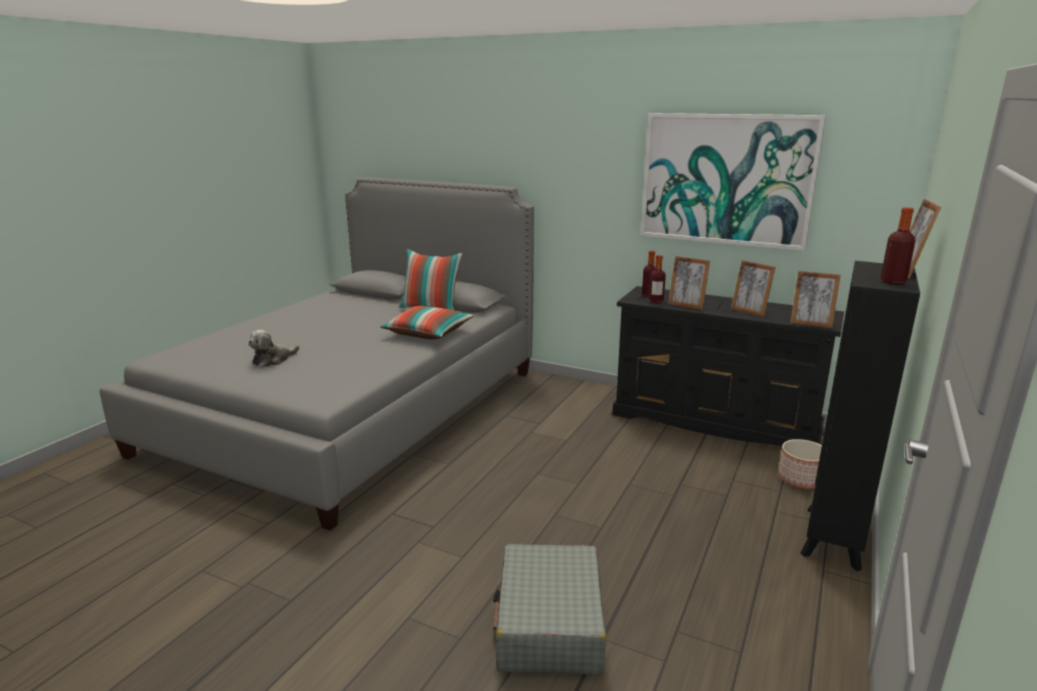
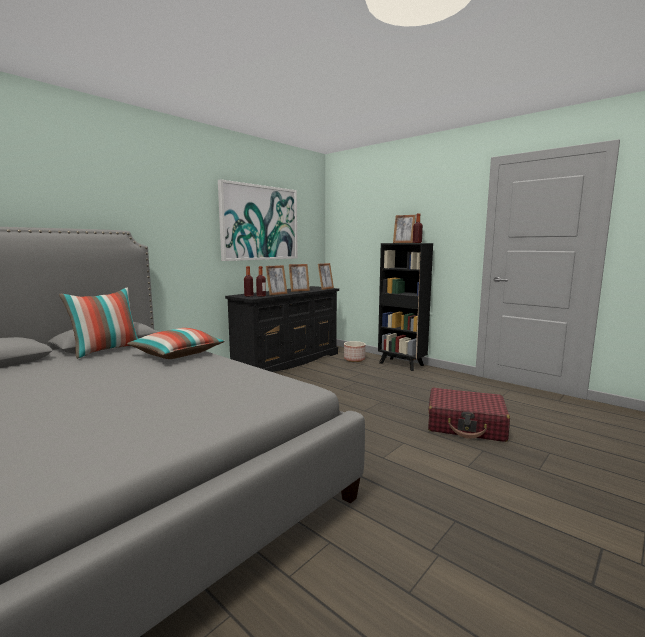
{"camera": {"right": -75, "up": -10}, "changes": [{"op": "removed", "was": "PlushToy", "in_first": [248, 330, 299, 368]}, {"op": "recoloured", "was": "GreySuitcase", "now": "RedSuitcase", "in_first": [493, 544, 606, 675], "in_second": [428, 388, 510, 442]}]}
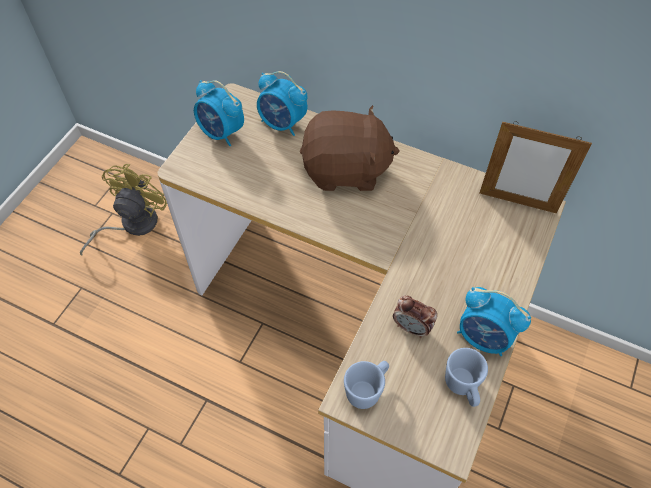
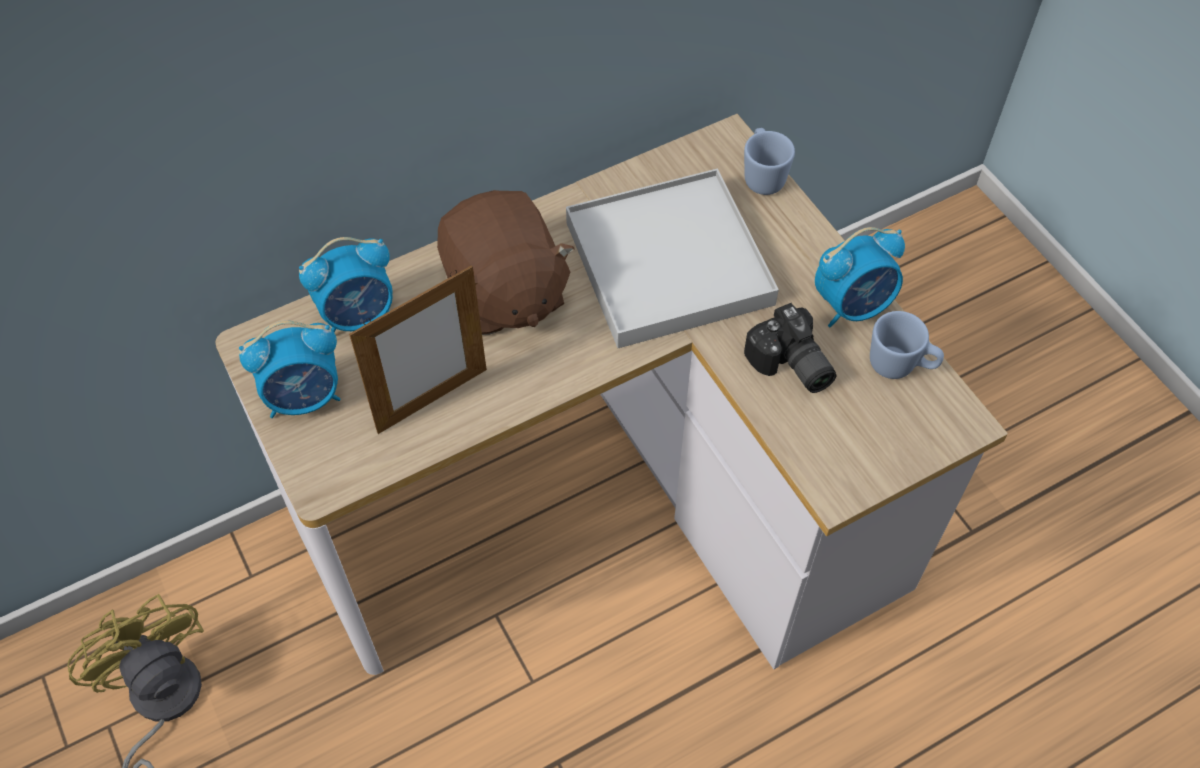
{"camera": {"right": -55, "up": 0}, "changes": [{"op": "turned", "was": "BrownPlushToy", "in_first": [300, 105, 399, 191], "in_second": [437, 190, 575, 335], "clockwise": 120}, {"op": "moved", "was": "BlueMug", "in_first": [344, 361, 389, 409], "in_second": [744, 128, 795, 195]}, {"op": "replaced", "was": "AlarmClock", "now": "PhotoCamera", "in_first": [393, 296, 437, 338], "in_second": [744, 303, 837, 393]}, {"op": "moved", "was": "PictureFrame", "in_first": [479, 121, 592, 214], "in_second": [349, 265, 487, 434]}, {"op": "added", "now": "WhiteTray", "in_second": [566, 169, 779, 348]}]}
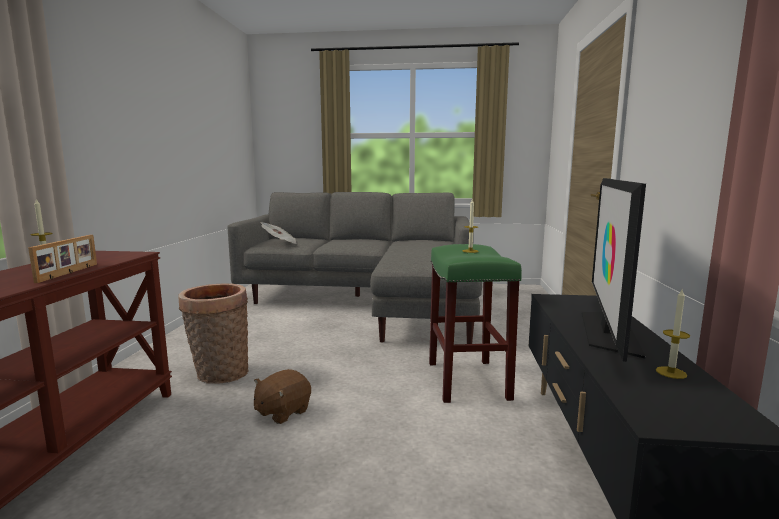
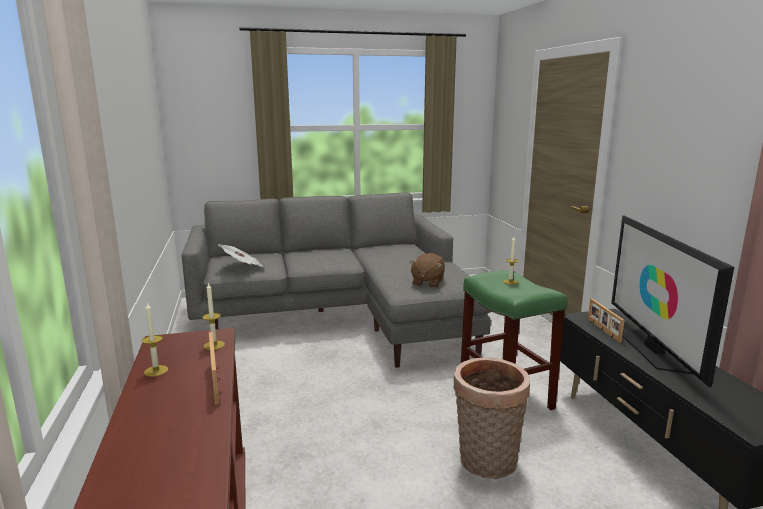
{"camera": {"right": -20, "up": 5}, "changes": [{"op": "moved", "was": "Basket", "in_first": [178, 283, 248, 384], "in_second": [454, 357, 530, 479]}, {"op": "moved", "was": "BrownPlushToy", "in_first": [254, 369, 311, 424], "in_second": [409, 253, 445, 288]}, {"op": "moved", "was": "Candle", "in_first": [656, 290, 690, 379], "in_second": [202, 282, 225, 350]}, {"op": "added", "now": "PictureFrame", "in_second": [588, 298, 624, 343]}]}
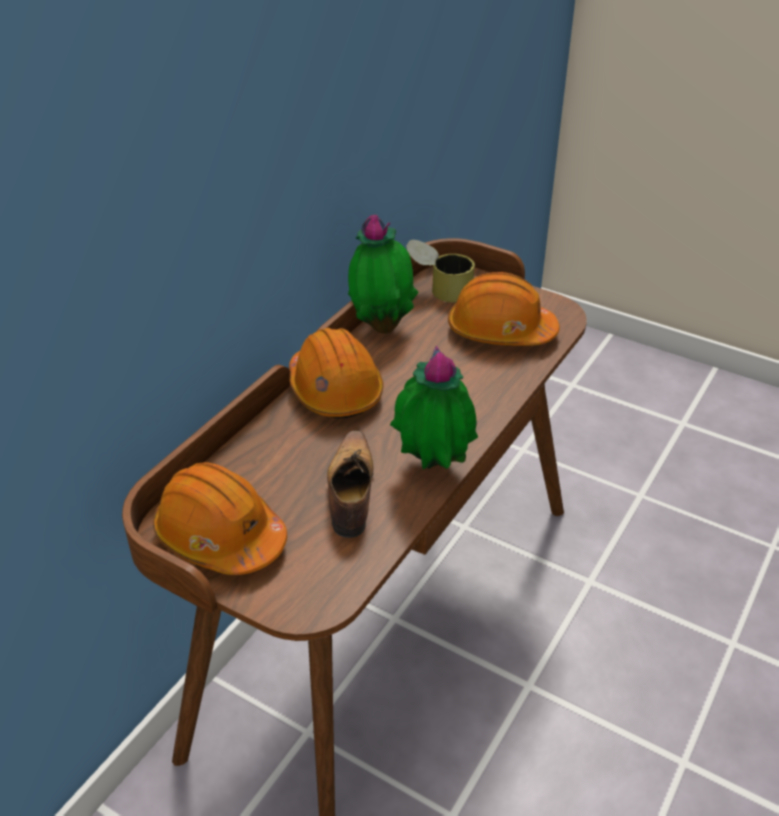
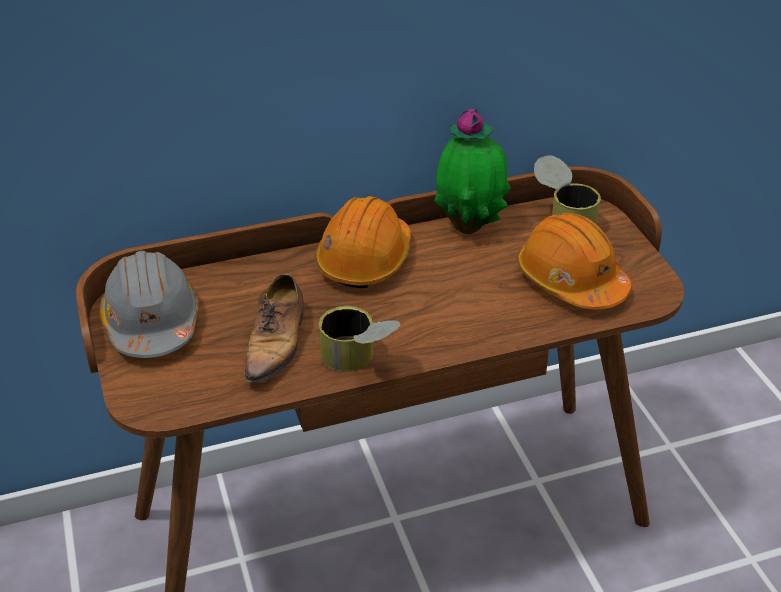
{"camera": {"right": 40, "up": 0}, "changes": [{"op": "recoloured", "was": "OrangeHardHat", "now": "GreyHardHat", "in_first": [153, 462, 287, 575], "in_second": [100, 251, 199, 358]}, {"op": "turned", "was": "Shoe", "in_first": [327, 431, 373, 538], "in_second": [245, 274, 304, 389], "clockwise": 150}, {"op": "replaced", "was": "PottedPlant", "now": "Can", "in_first": [390, 346, 478, 470], "in_second": [319, 306, 400, 372]}]}
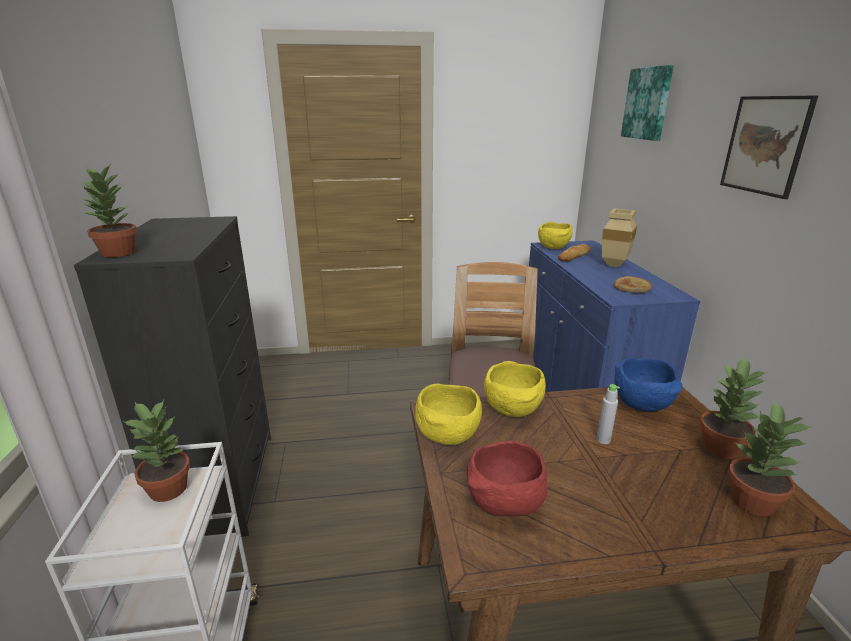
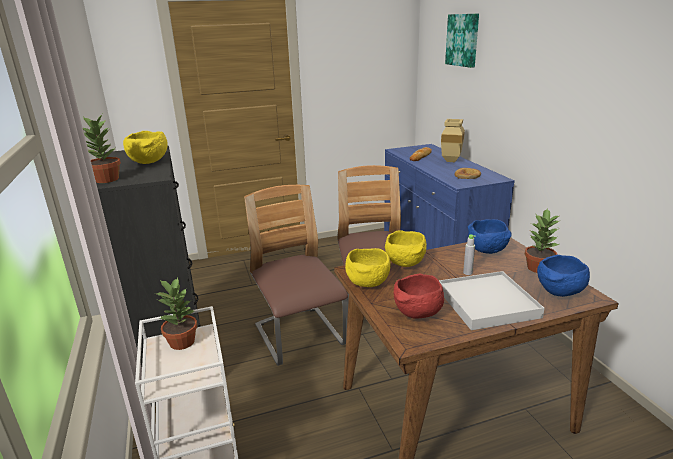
{"camera": {"right": -10, "up": 0}, "changes": [{"op": "moved", "was": "YellowBowl", "in_first": [538, 222, 573, 249], "in_second": [123, 131, 168, 164]}, {"op": "removed", "was": "Picture", "in_first": [720, 96, 818, 199]}, {"op": "replaced", "was": "PottedPlant", "now": "BlueBowl", "in_first": [728, 401, 813, 516], "in_second": [537, 255, 590, 297]}, {"op": "added", "now": "Chair", "in_second": [244, 185, 348, 366]}, {"op": "added", "now": "WhiteTray", "in_second": [439, 271, 545, 330]}]}
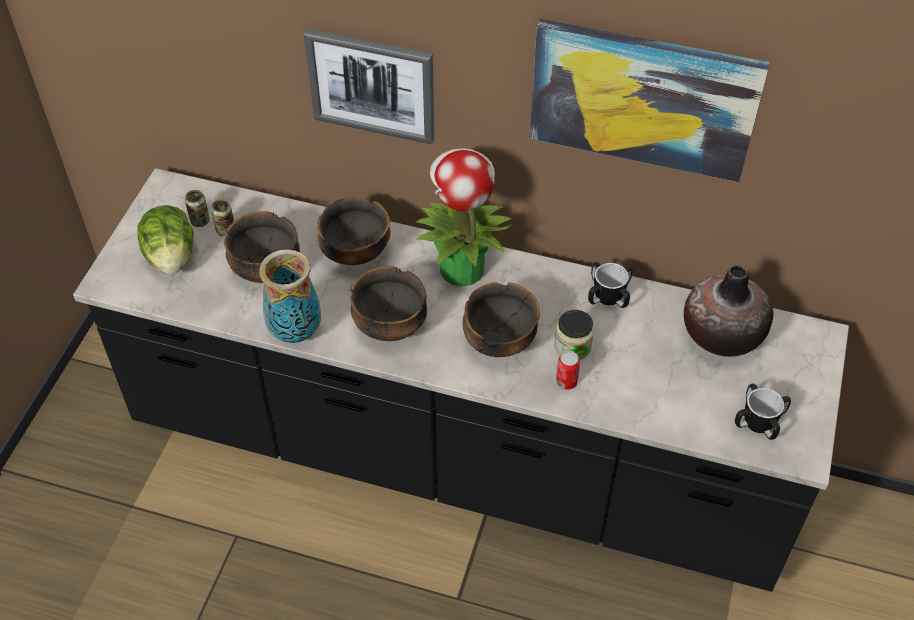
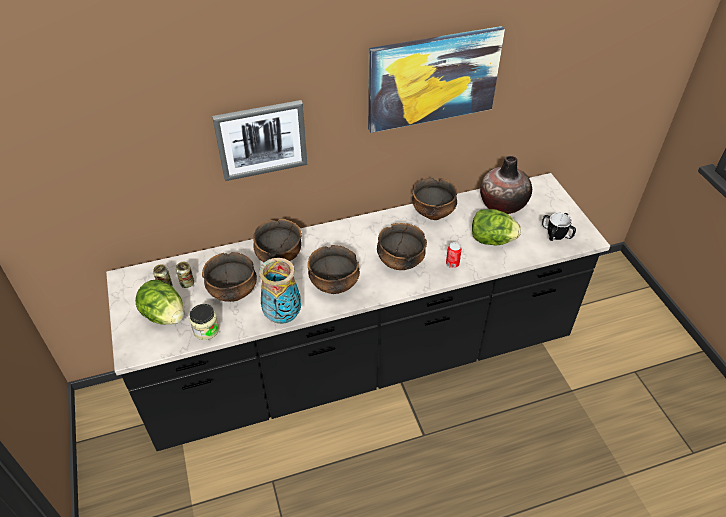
{"camera": {"right": -35, "up": -5}, "changes": [{"op": "removed", "was": "PottedPlant", "in_first": [415, 148, 511, 286]}, {"op": "moved", "was": "Jar", "in_first": [554, 310, 594, 360], "in_second": [189, 304, 219, 340]}, {"op": "replaced", "was": "Mug", "now": "Bowl", "in_first": [588, 262, 633, 308], "in_second": [412, 178, 457, 220]}, {"op": "added", "now": "Lettuce", "in_second": [472, 209, 521, 245]}]}
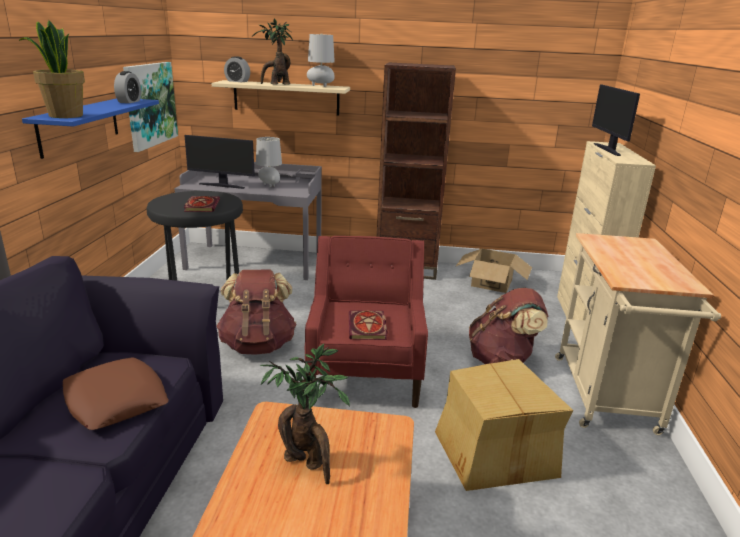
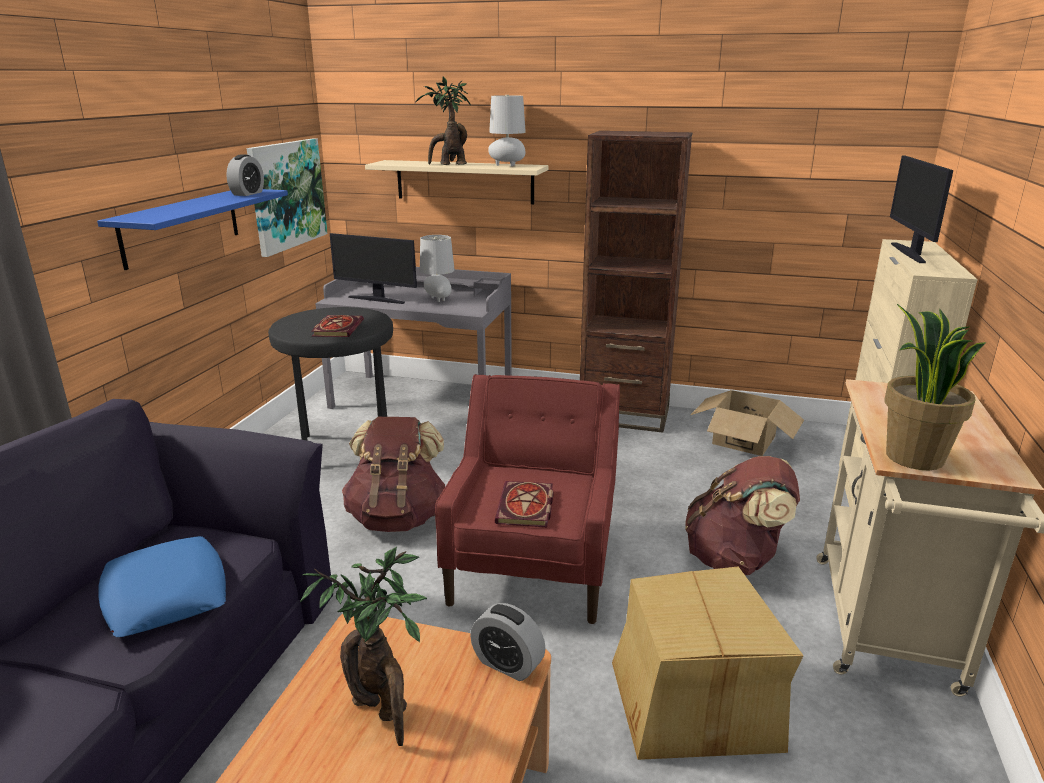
{"camera": {"right": 10, "up": 0}, "changes": [{"op": "moved", "was": "PottedPlant", "in_first": [19, 20, 85, 118], "in_second": [885, 304, 986, 470]}, {"op": "recoloured", "was": "BrownPillow", "now": "BluePillow", "in_first": [62, 358, 168, 430], "in_second": [98, 536, 226, 637]}, {"op": "moved", "was": "AlarmClock", "in_first": [224, 56, 250, 82], "in_second": [470, 603, 546, 681]}]}
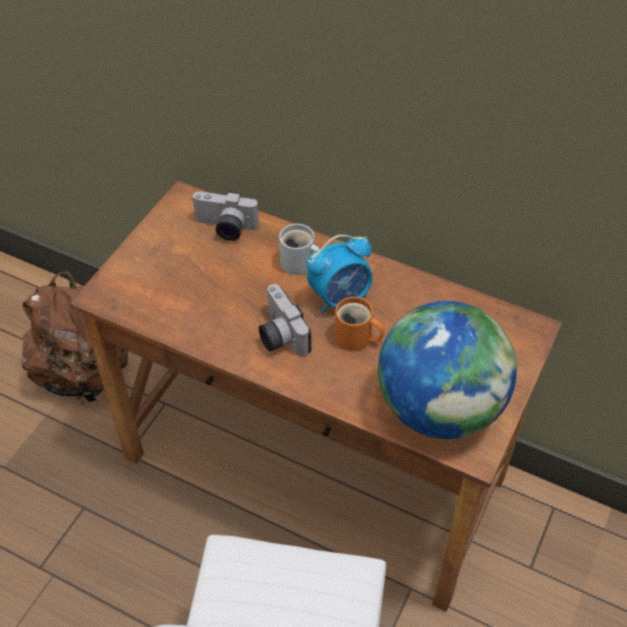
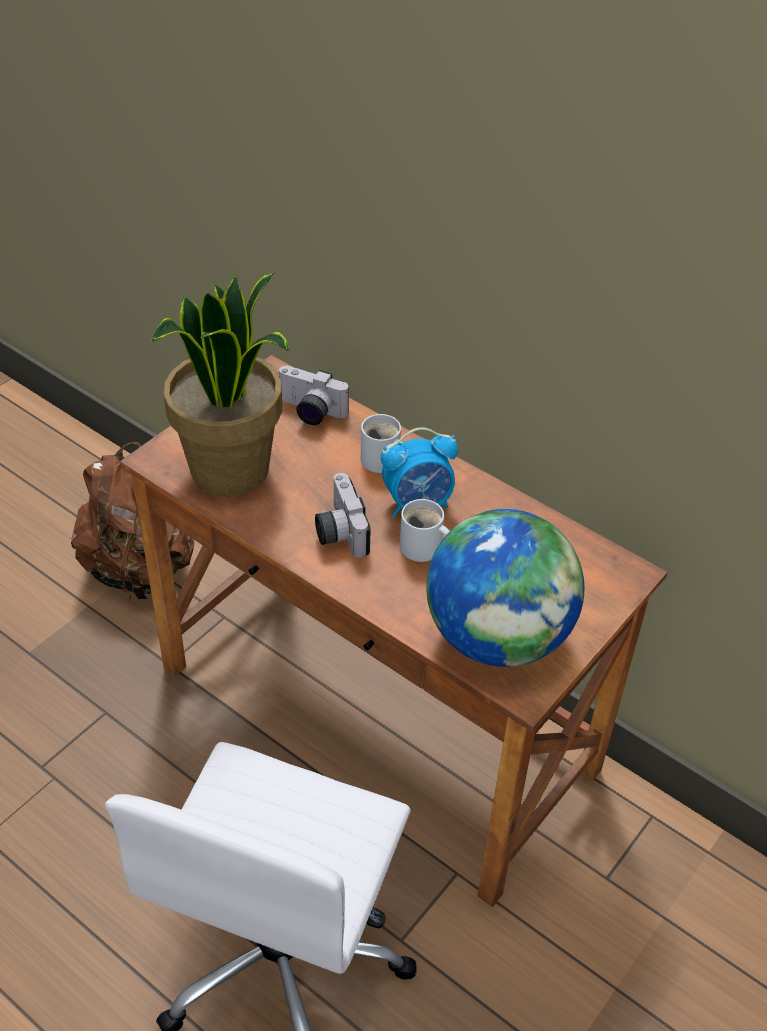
{"camera": {"right": 10, "up": -5}, "changes": [{"op": "recoloured", "was": "OrangeMug", "now": "WhiteMug", "in_first": [335, 297, 384, 351], "in_second": [400, 499, 450, 562]}, {"op": "added", "now": "PottedPlant", "in_second": [152, 272, 289, 496]}]}
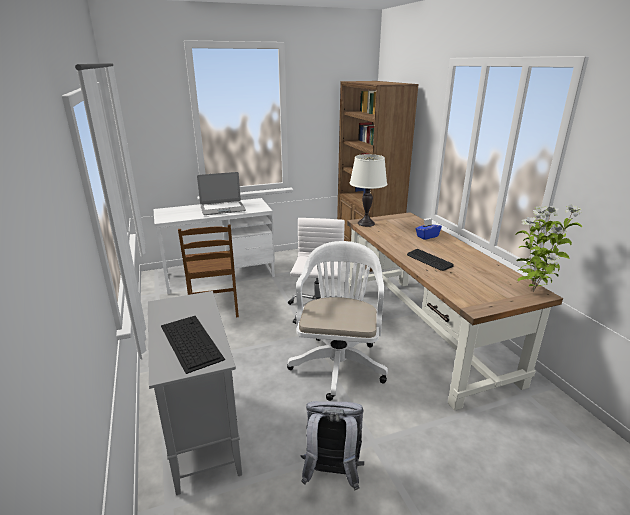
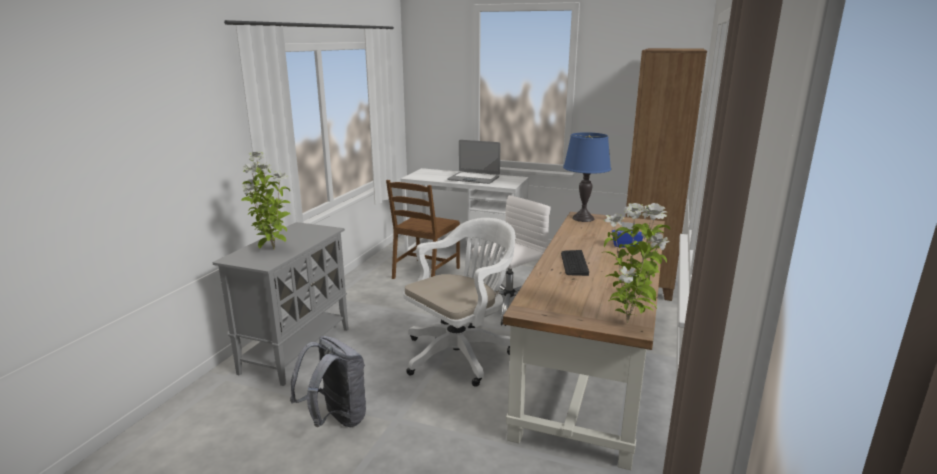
{"camera": {"right": 40, "up": -5}, "changes": [{"op": "replaced", "was": "Keyboard", "now": "PottedPlant", "in_first": [161, 316, 225, 374], "in_second": [241, 151, 290, 250]}, {"op": "recoloured", "was": "WhiteTableLamp", "now": "BlueTableLamp", "in_first": [350, 154, 387, 227], "in_second": [563, 132, 611, 222]}]}
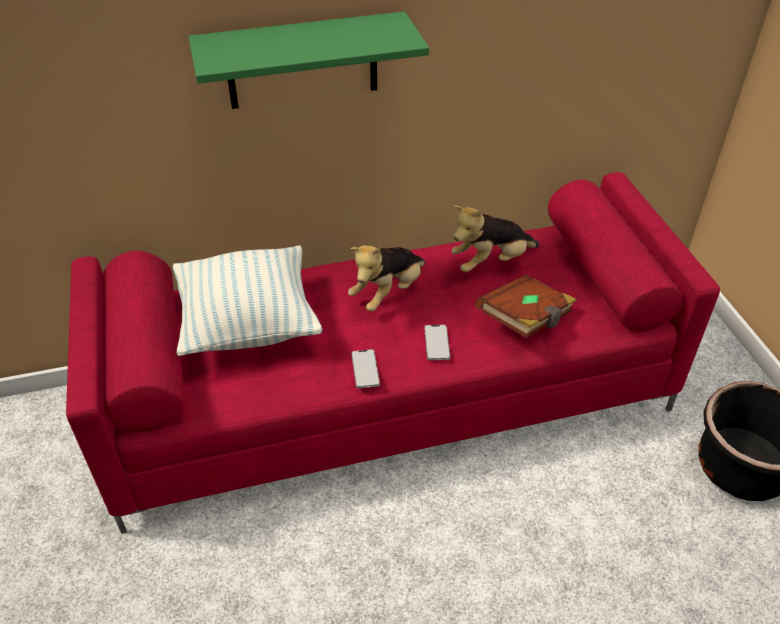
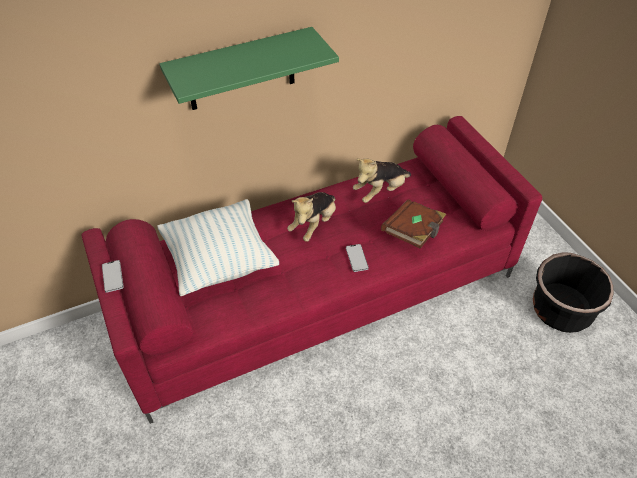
{"camera": {"right": -10, "up": 5}, "changes": [{"op": "moved", "was": "Phone", "in_first": [351, 349, 380, 388], "in_second": [102, 260, 124, 293]}]}
